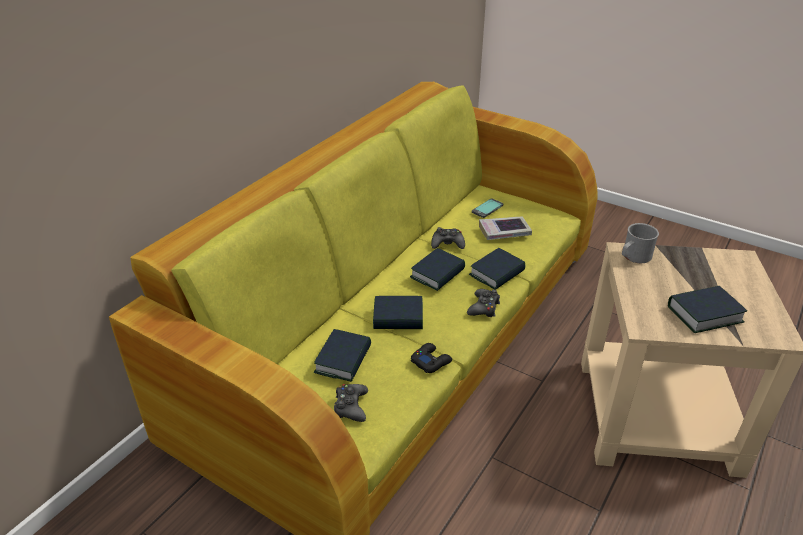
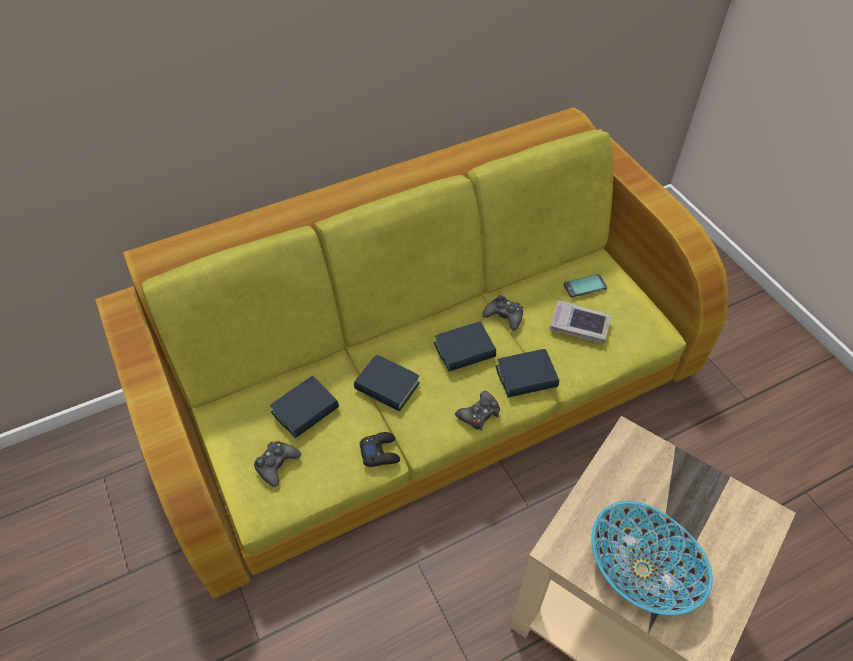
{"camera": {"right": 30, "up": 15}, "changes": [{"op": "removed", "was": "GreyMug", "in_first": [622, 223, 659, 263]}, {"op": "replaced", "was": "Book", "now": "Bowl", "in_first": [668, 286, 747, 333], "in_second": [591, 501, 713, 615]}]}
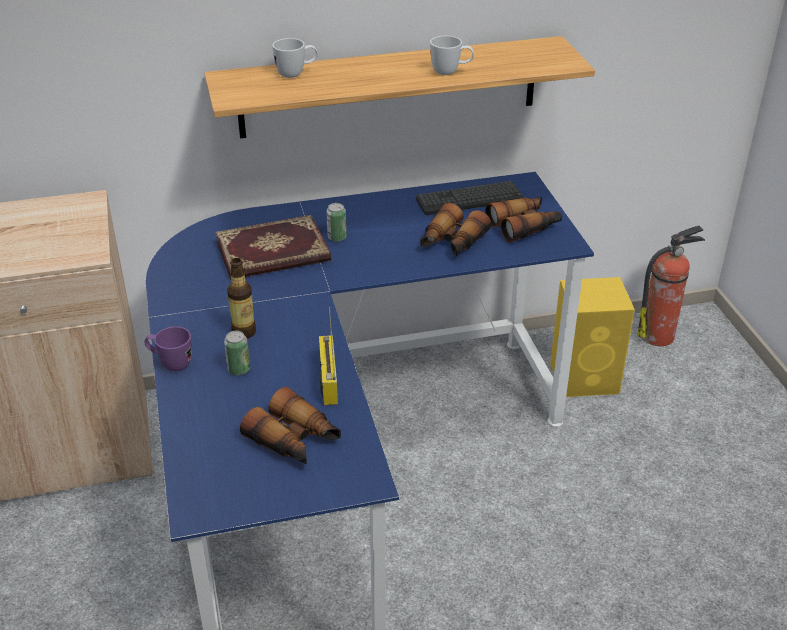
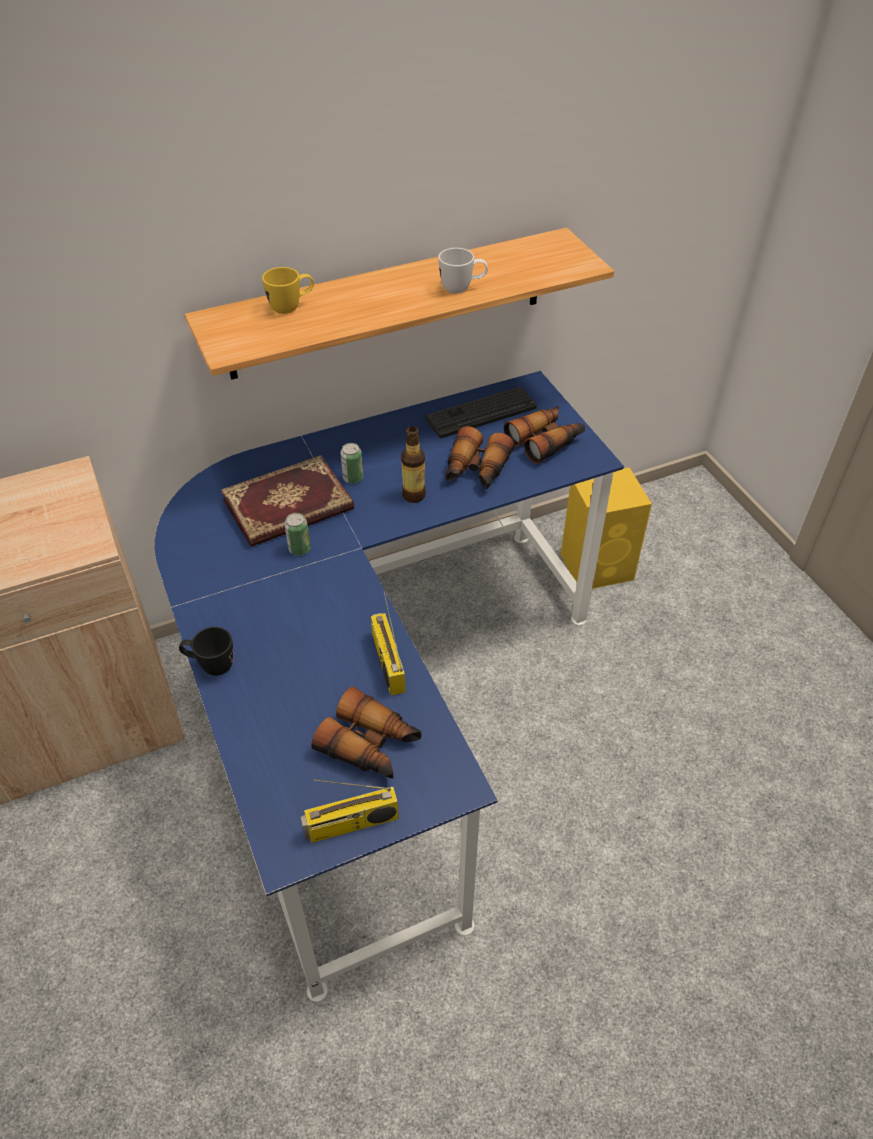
{"camera": {"right": -10, "up": 10}, "changes": [{"op": "recoloured", "was": "PurpleMug", "now": "BlackMug", "in_first": [144, 326, 192, 371], "in_second": [179, 627, 234, 676]}, {"op": "moved", "was": "Can", "in_first": [224, 331, 250, 375], "in_second": [284, 513, 311, 556]}, {"op": "moved", "was": "Bottle", "in_first": [227, 258, 256, 338], "in_second": [401, 426, 426, 503]}, {"op": "recoloured", "was": "WhiteMug", "now": "YellowMug", "in_first": [272, 38, 318, 78], "in_second": [262, 267, 314, 314]}, {"op": "removed", "was": "FireExtinguisher", "in_first": [638, 226, 705, 346]}, {"op": "added", "now": "Radio", "in_second": [301, 779, 399, 843]}]}
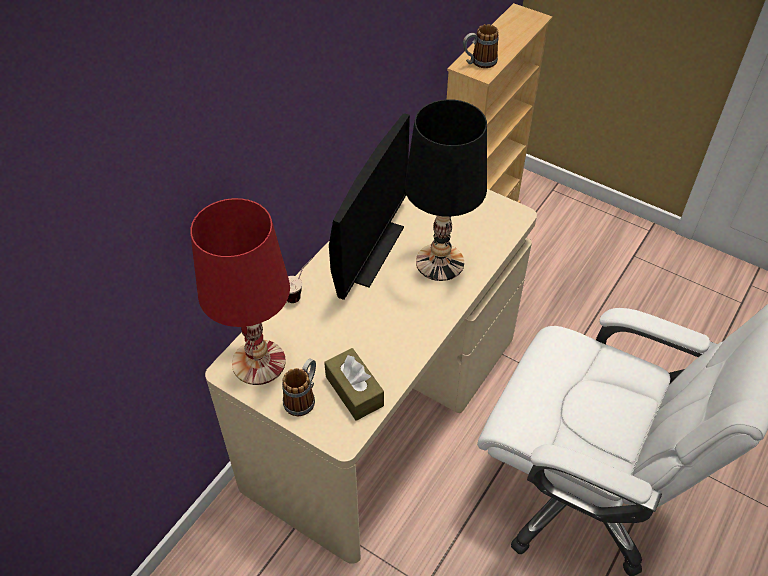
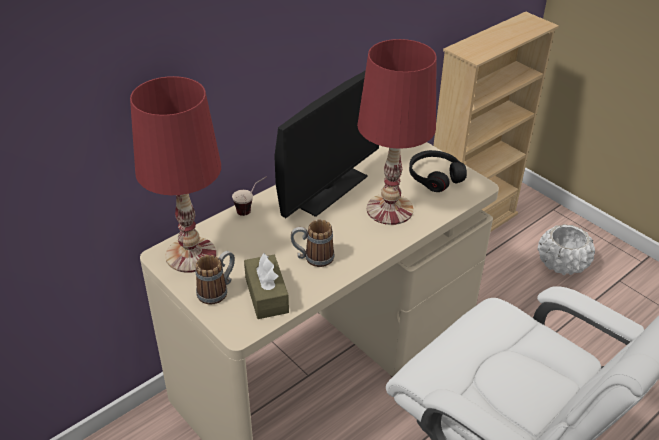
{"camera": {"right": 15, "up": -10}, "changes": [{"op": "recoloured", "was": "BlackTableLamp", "now": "RedTableLamp", "in_first": [405, 99, 487, 281], "in_second": [357, 39, 437, 225]}, {"op": "moved", "was": "Mug", "in_first": [463, 24, 499, 68], "in_second": [291, 220, 334, 267]}, {"op": "added", "now": "BlackHeadphones", "in_second": [409, 150, 467, 192]}, {"op": "added", "now": "WhitePlanter", "in_second": [538, 224, 595, 275]}]}
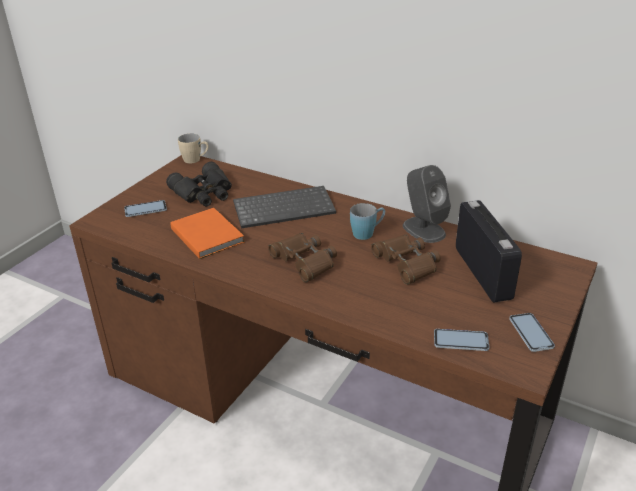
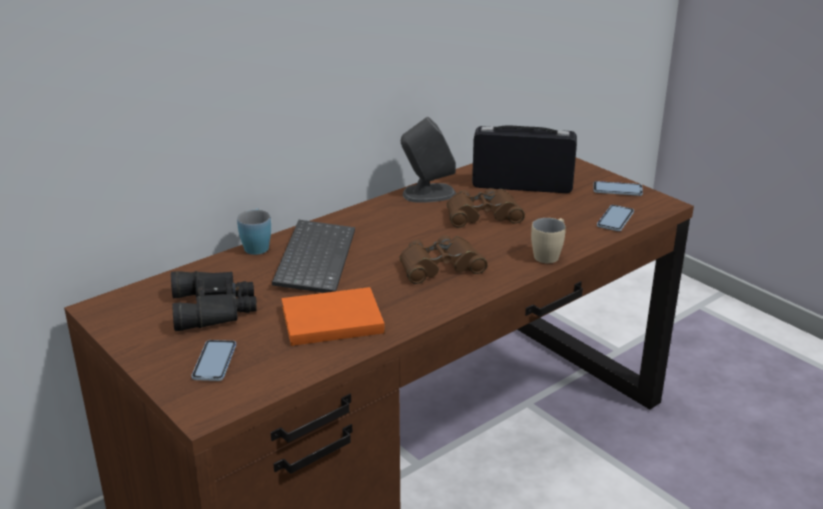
{"camera": {"right": -70, "up": -5}, "changes": [{"op": "moved", "was": "BeigeMug", "in_first": [178, 133, 209, 163], "in_second": [531, 218, 566, 263]}, {"op": "moved", "was": "BlueMug", "in_first": [350, 203, 385, 240], "in_second": [237, 208, 271, 255]}]}
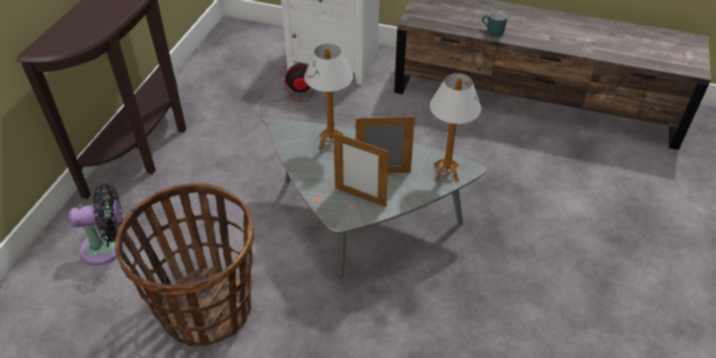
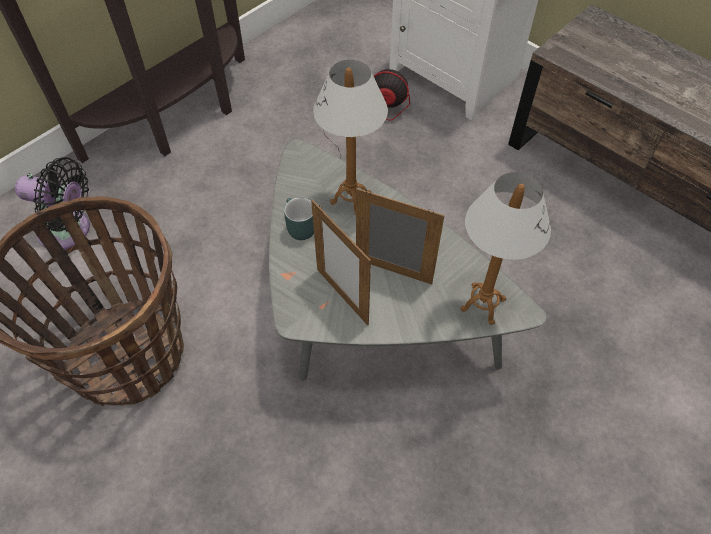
{"camera": {"right": 25, "up": 10}, "changes": [{"op": "moved", "was": "TurquoiseMug", "in_first": [482, 10, 507, 36], "in_second": [284, 197, 314, 240]}]}
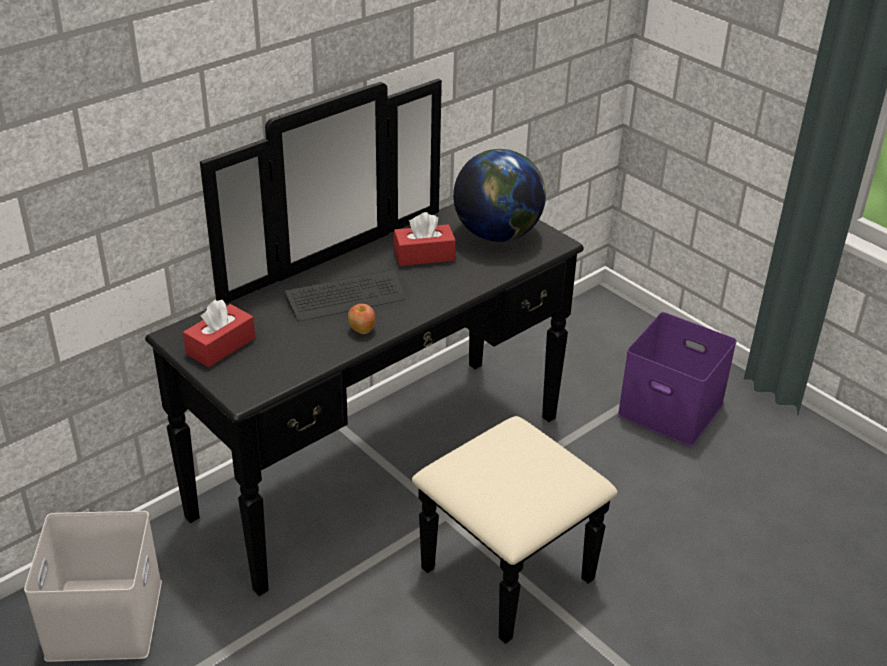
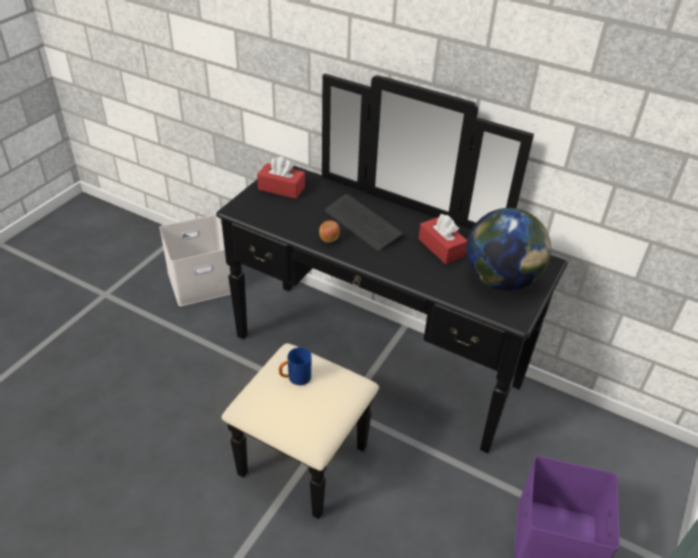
{"camera": {"right": 70, "up": 5}, "changes": [{"op": "added", "now": "BlueMug", "in_second": [279, 347, 312, 385]}]}
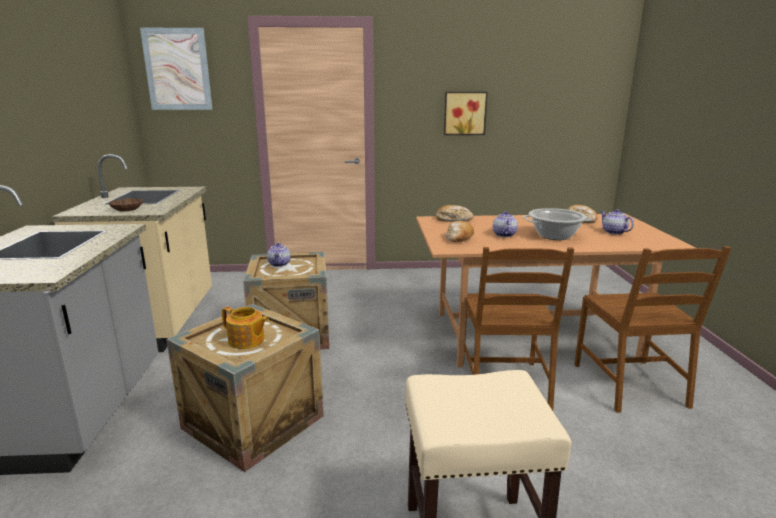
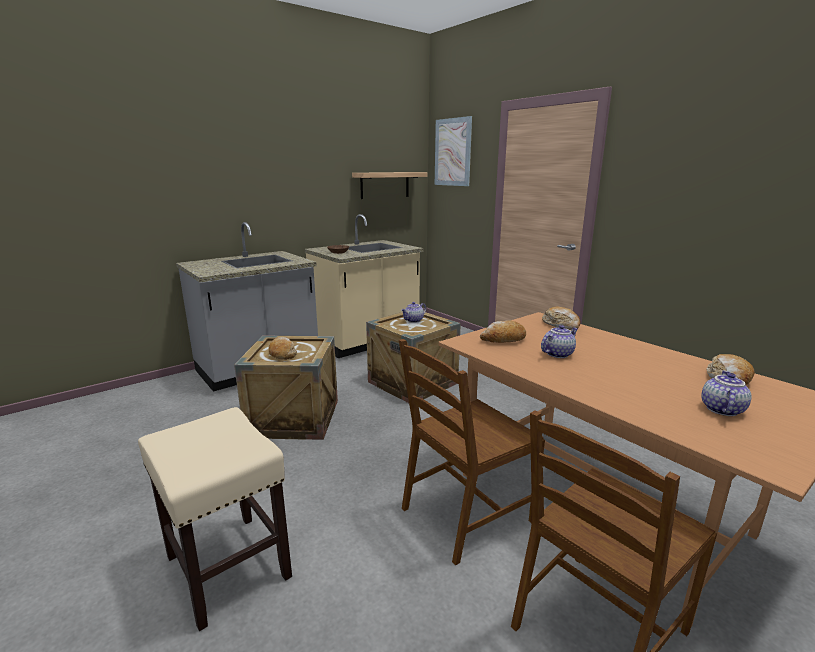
{"camera": {"right": 55, "up": 0}, "changes": [{"op": "replaced", "was": "Teapot", "now": "Bread", "in_first": [222, 307, 269, 349], "in_second": [269, 337, 297, 360]}, {"op": "removed", "was": "Picture", "in_first": [444, 92, 488, 135]}, {"op": "removed", "was": "CookingPot", "in_first": [523, 208, 592, 240]}, {"op": "added", "now": "Shelf", "in_second": [352, 172, 427, 199]}]}
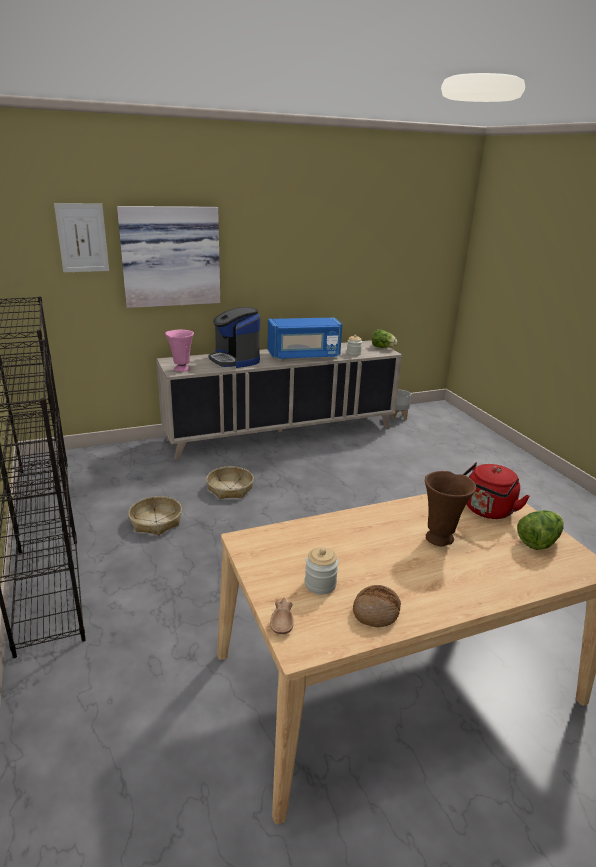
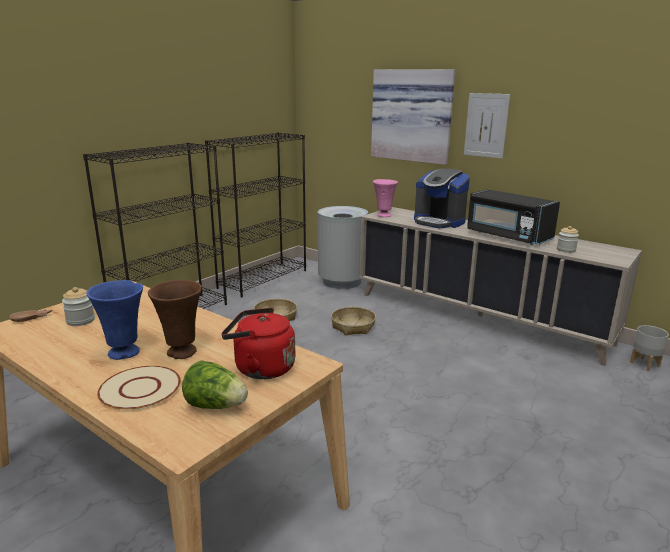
{"camera": {"right": 60, "up": -5}, "changes": [{"op": "moved", "was": "Picture", "in_first": [54, 203, 109, 272], "in_second": [464, 93, 510, 158]}, {"op": "turned", "was": "CoffeeMachine", "in_first": [209, 307, 260, 368], "in_second": [414, 169, 470, 228], "clockwise": -75}, {"op": "recoloured", "was": "BlueMicrowave", "now": "BlackMicrowave", "in_first": [268, 317, 342, 359], "in_second": [467, 189, 560, 245]}, {"op": "removed", "was": "Bread", "in_first": [353, 585, 401, 627]}, {"op": "removed", "was": "Lettuce", "in_first": [372, 329, 397, 348]}, {"op": "added", "now": "BlueVase", "in_second": [86, 280, 143, 360]}, {"op": "added", "now": "BeigePlate", "in_second": [97, 366, 181, 410]}, {"op": "added", "now": "GreyTrashCan", "in_second": [318, 206, 368, 289]}]}
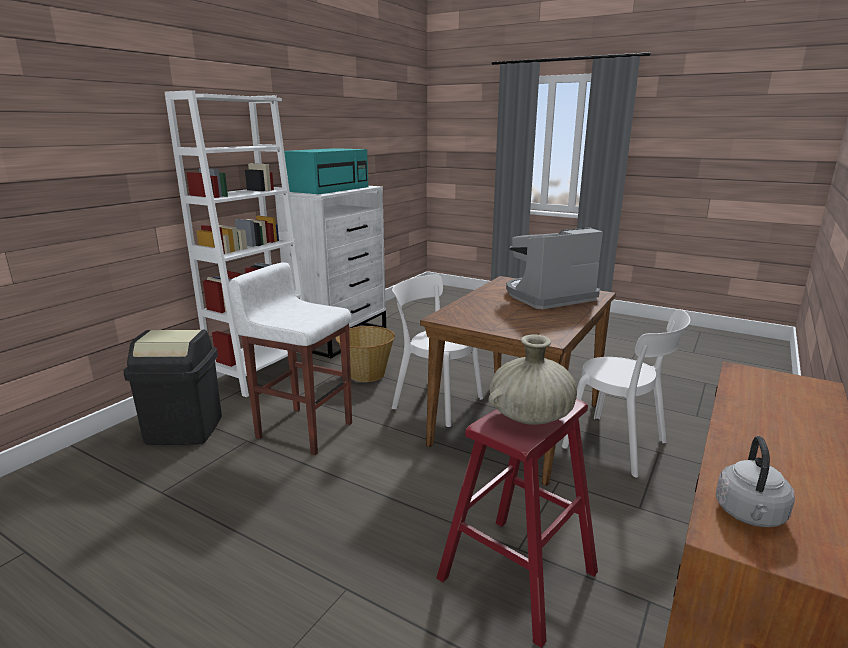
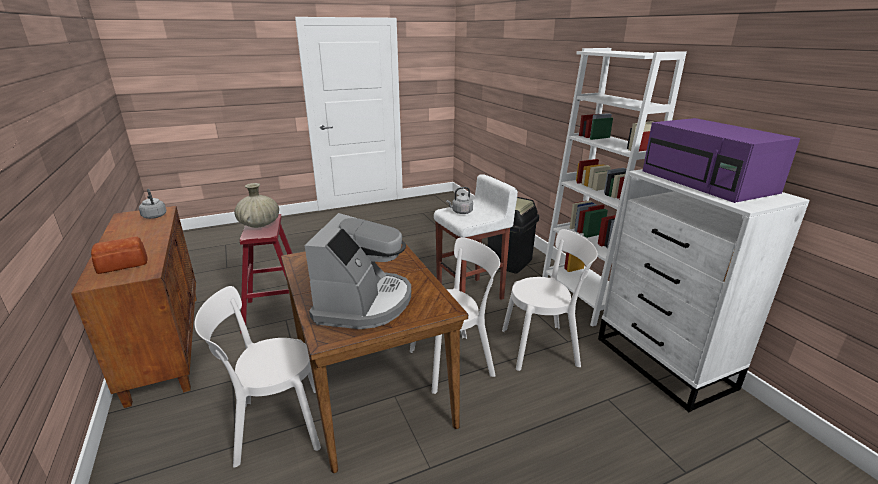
{"camera": {"right": 125, "up": 5}, "changes": [{"op": "recoloured", "was": "TurquoiseMicrowave", "now": "PurpleMicrowave", "in_first": [284, 148, 368, 195], "in_second": [643, 118, 800, 203]}, {"op": "replaced", "was": "Basket", "now": "WhiteChair", "in_first": [336, 326, 395, 382], "in_second": [502, 229, 598, 371]}, {"op": "added", "now": "Bread", "in_second": [91, 236, 148, 274]}, {"op": "added", "now": "GreyKettle", "in_second": [446, 187, 473, 214]}]}
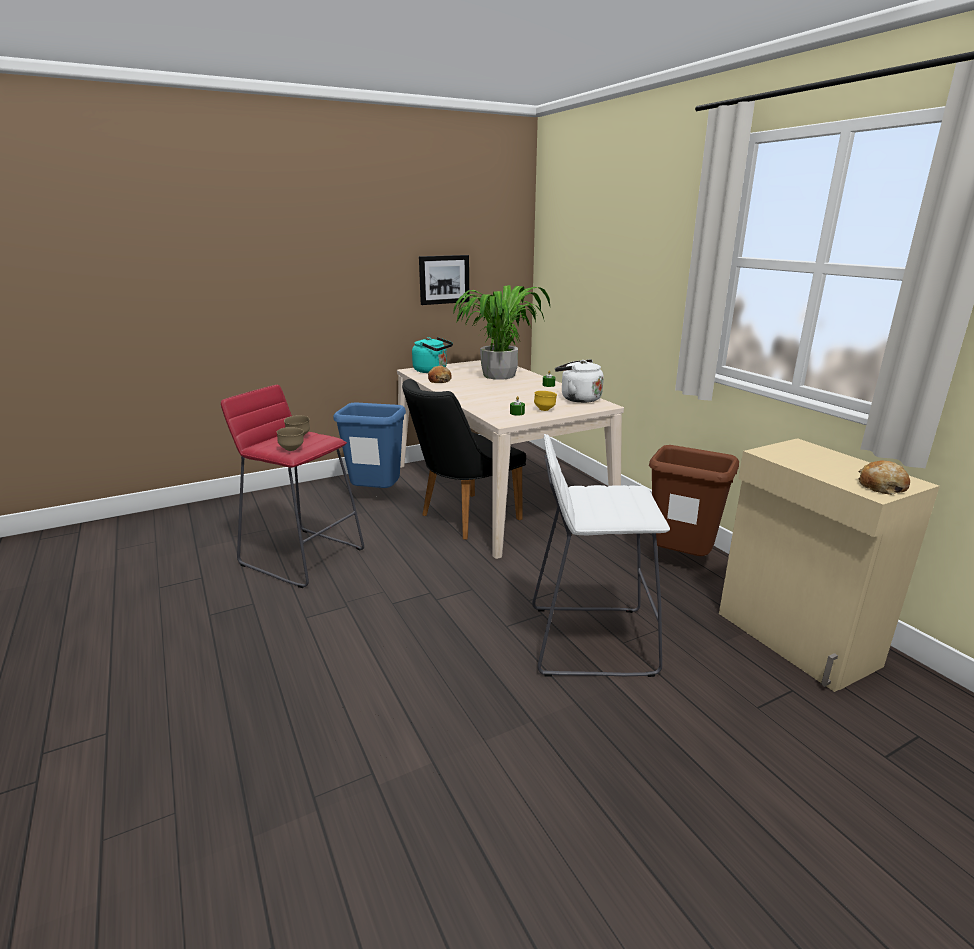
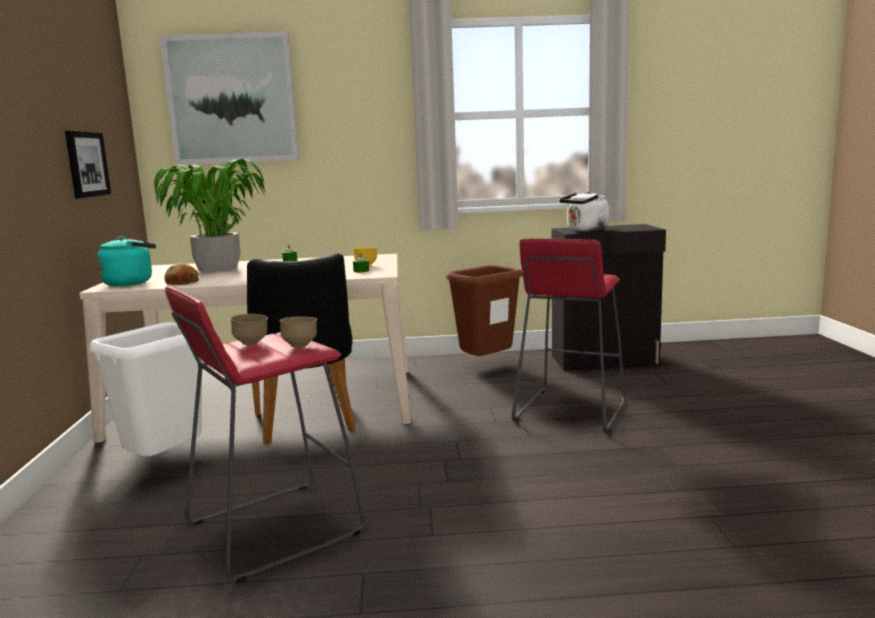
{"camera": {"right": -65, "up": -10}, "changes": [{"op": "recoloured", "was": "BlueTrashCan", "now": "WhiteTrashCan", "in_first": [333, 402, 406, 488], "in_second": [89, 322, 202, 456]}, {"op": "recoloured", "was": "WhiteStool", "now": "RedStool", "in_first": [532, 434, 670, 677], "in_second": [512, 238, 625, 433]}, {"op": "moved", "was": "WhiteKettle", "in_first": [555, 359, 604, 403], "in_second": [559, 191, 609, 232]}, {"op": "recoloured", "was": "BeigeCabinet", "now": "BlackCabinet", "in_first": [719, 438, 940, 692], "in_second": [552, 224, 666, 371]}, {"op": "removed", "was": "Bread", "in_first": [858, 460, 910, 495]}, {"op": "added", "now": "Picture", "in_second": [160, 32, 299, 165]}]}
